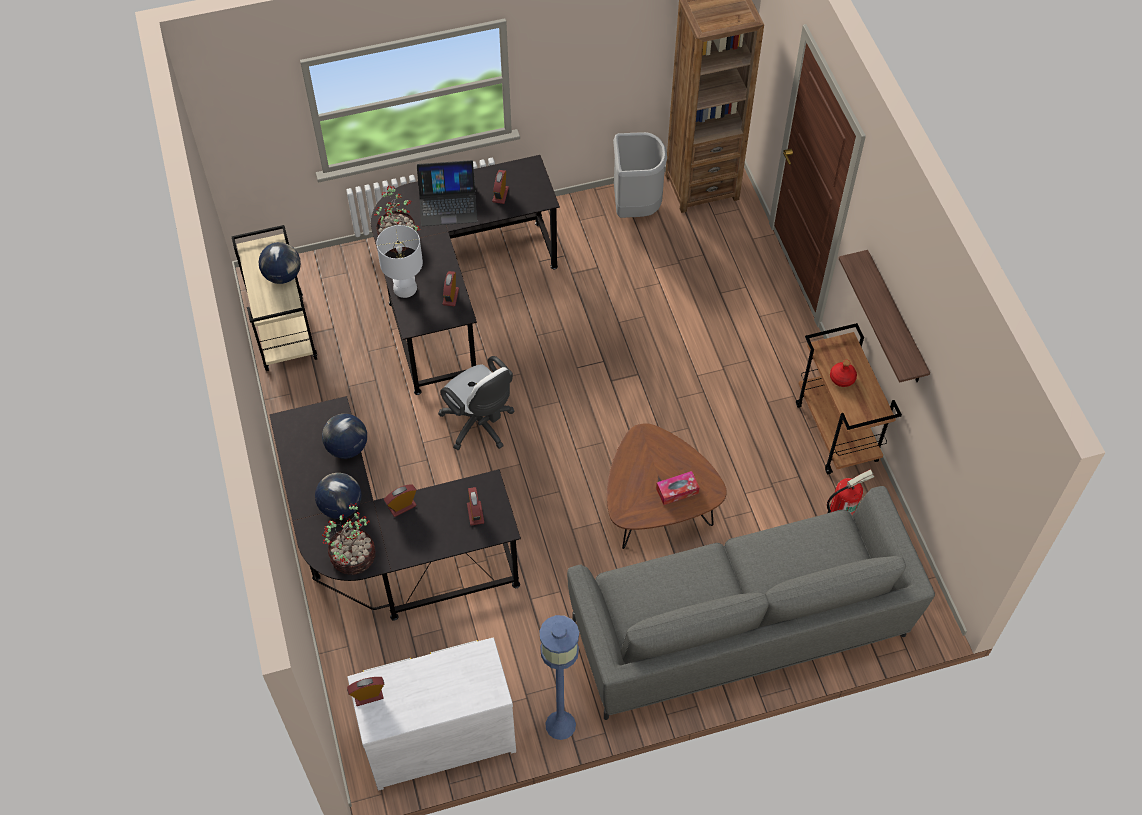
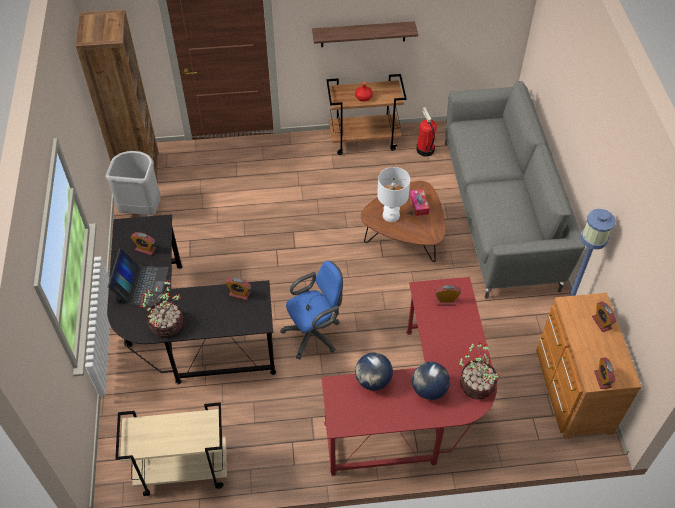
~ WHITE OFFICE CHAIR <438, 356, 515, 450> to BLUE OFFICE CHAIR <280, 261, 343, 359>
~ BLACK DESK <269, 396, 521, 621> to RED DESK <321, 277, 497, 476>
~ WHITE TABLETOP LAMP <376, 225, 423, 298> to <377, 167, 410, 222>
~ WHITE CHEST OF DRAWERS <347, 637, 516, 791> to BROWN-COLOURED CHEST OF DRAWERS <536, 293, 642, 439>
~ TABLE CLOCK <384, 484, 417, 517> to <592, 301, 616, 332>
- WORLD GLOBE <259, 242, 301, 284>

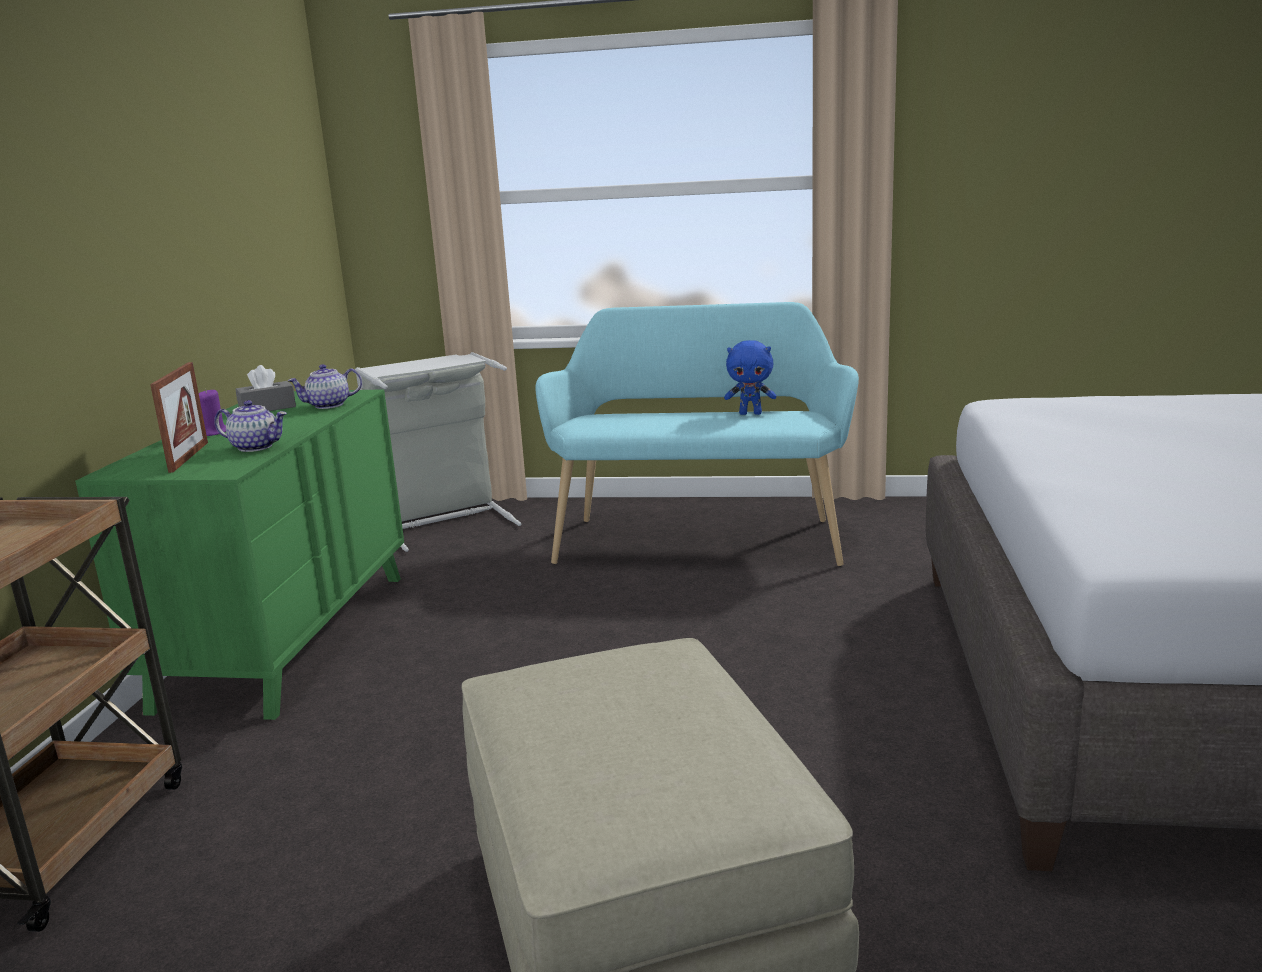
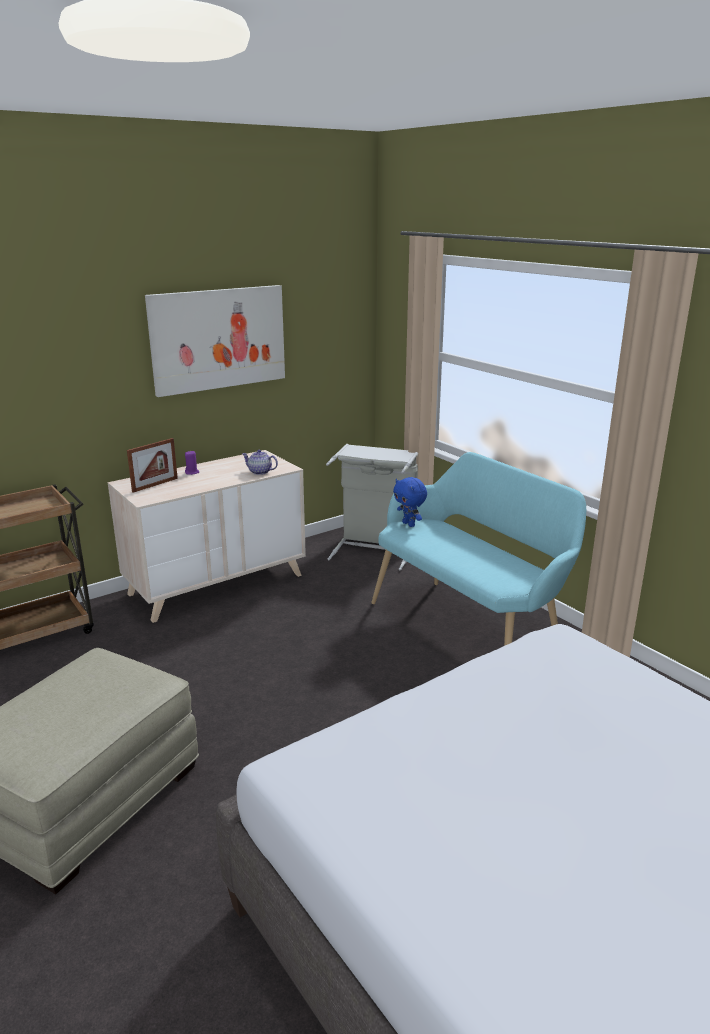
~ GREEN CHEST OF DRAWERS <75, 389, 404, 720> to BEIGE-COLOURED CHEST OF DRAWERS <107, 450, 306, 623>
+ WALL ART <145, 285, 285, 397>
~ BLUE PLUSH TOY <724, 340, 776, 415> to <393, 477, 427, 527>
- TEAPOT <214, 400, 287, 452>
- GRAY TISSUE BOX <236, 365, 296, 411>

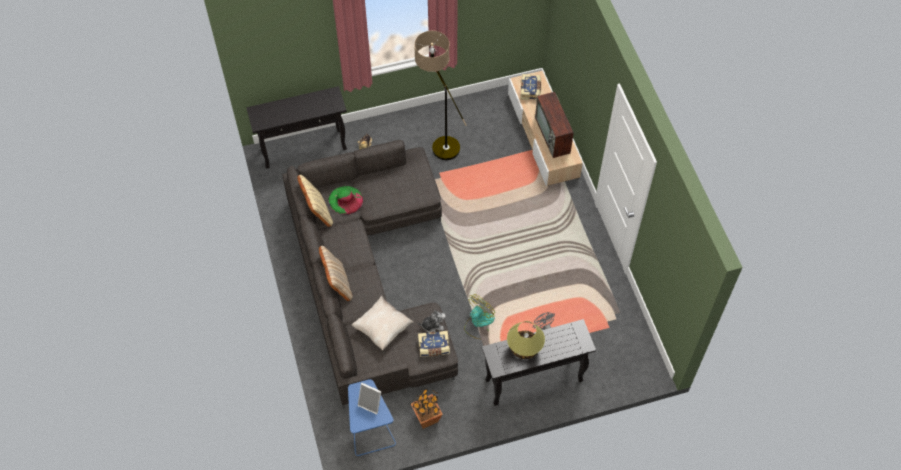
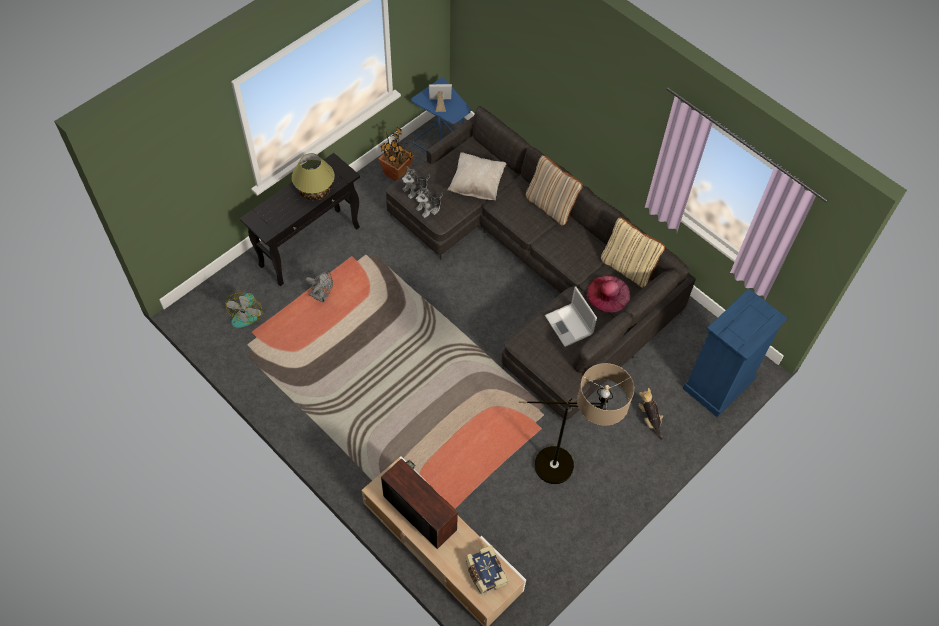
~ FAN <464, 294, 495, 339> to <225, 292, 263, 328>
~ BOOK <418, 331, 450, 357> to PLUSH TOY <402, 166, 430, 199>
+ LAPTOP <545, 286, 597, 347>
~ GREEN CLOTHING HAT <328, 186, 363, 215> to PINK CLOTHING HAT <587, 276, 630, 313>
~ BLACK NARROW TABLE <246, 86, 347, 169> to BLUE CHEST OF DRAWERS <683, 289, 788, 417>

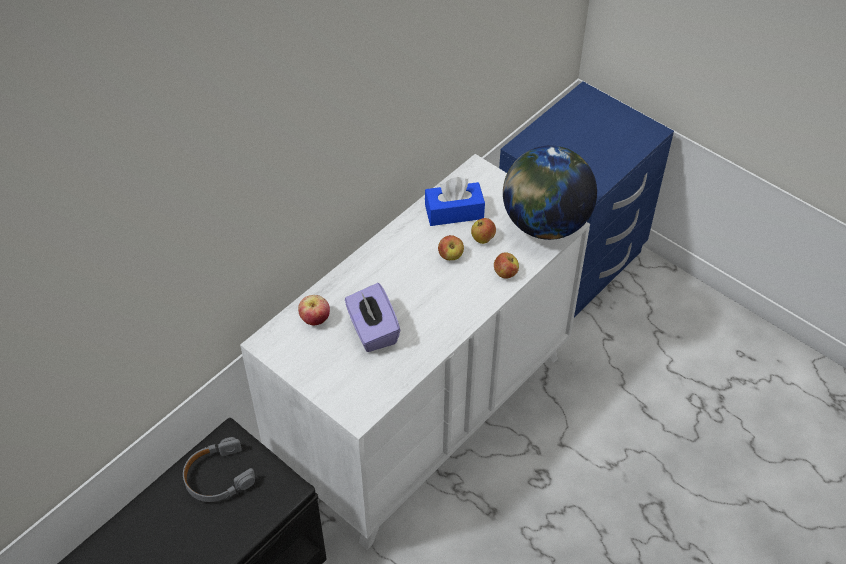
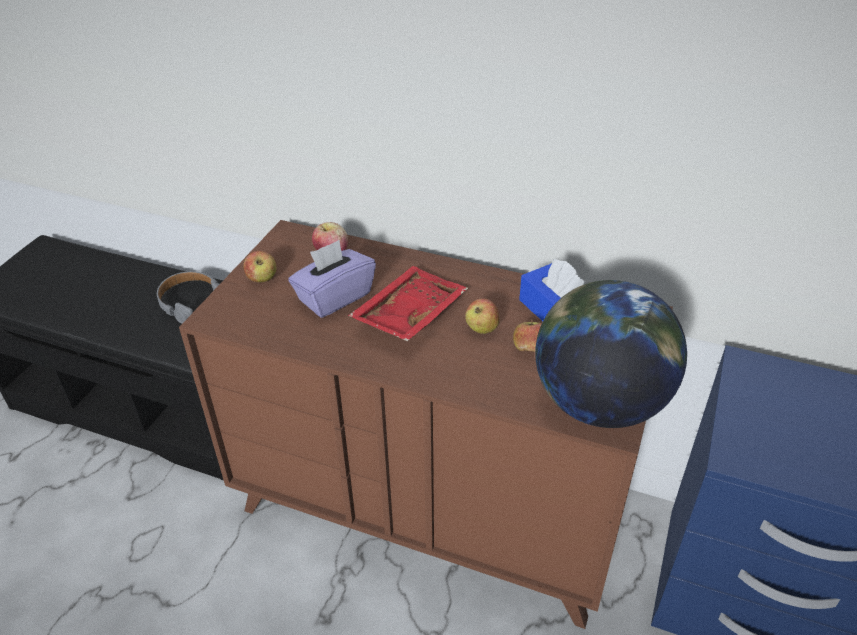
~ WHITE CHEST OF DRAWERS <240, 154, 590, 550> to BROWN-COLOURED CHEST OF DRAWERS <179, 220, 673, 629>
~ APPLE <494, 252, 519, 279> to <244, 251, 276, 282>
+ RED CARRYING TRAY <348, 266, 468, 341>

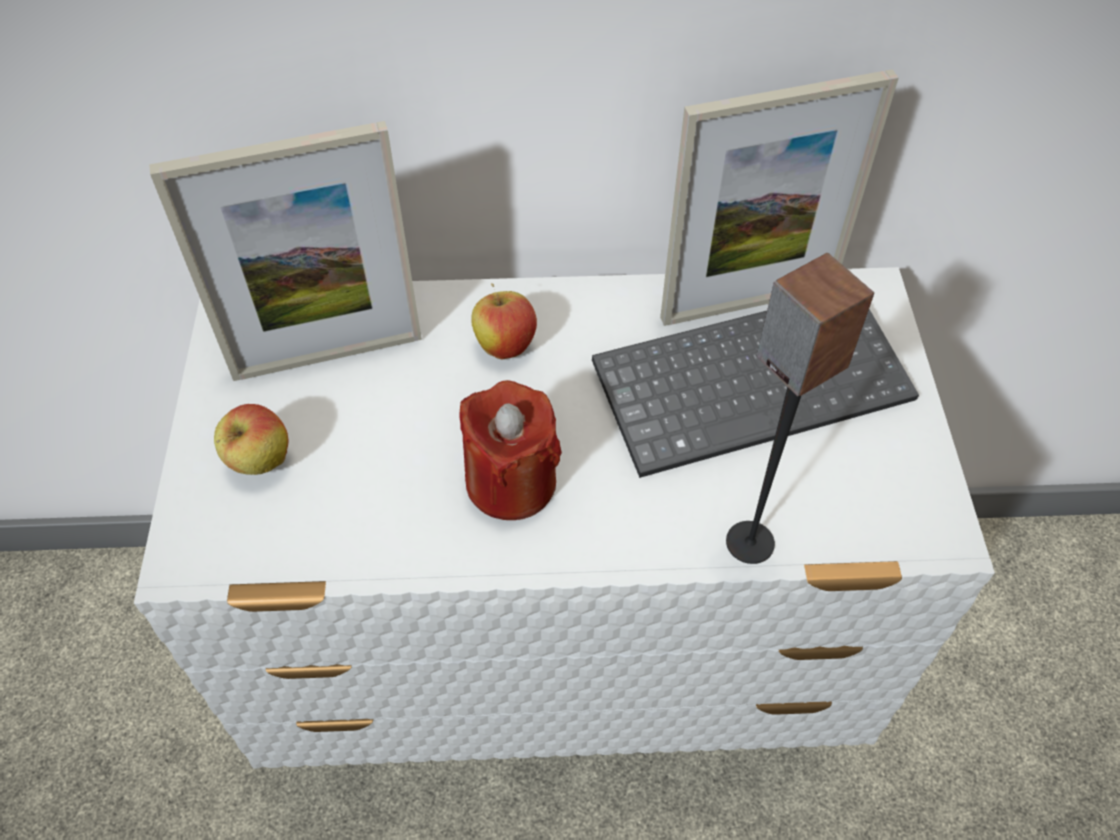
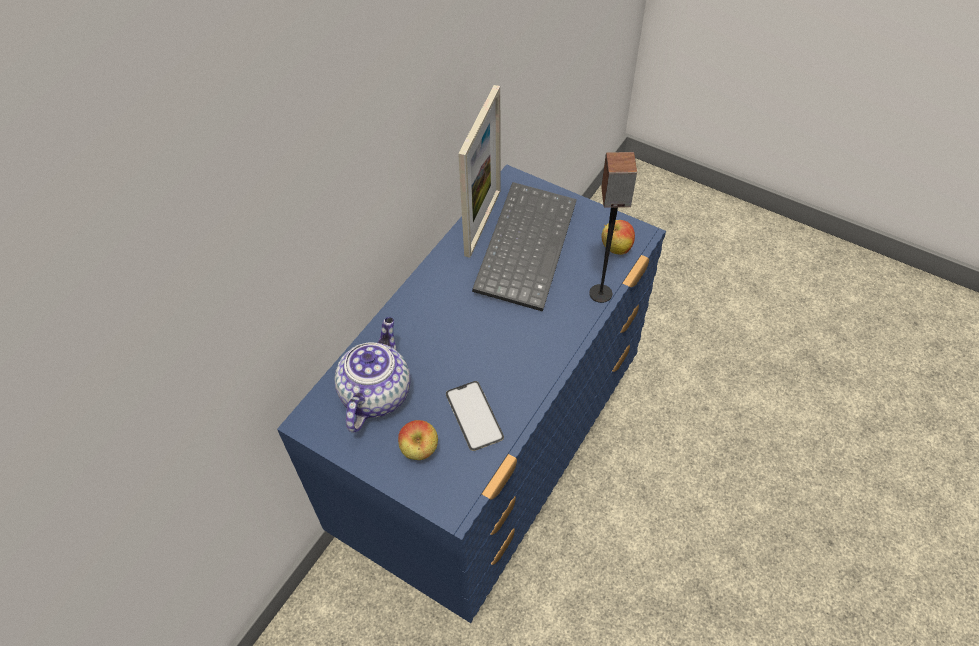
~ WHITE CHEST OF DRAWERS <134, 267, 995, 769> to BLUE CHEST OF DRAWERS <277, 164, 666, 623>
~ STANDING FRAME <149, 121, 422, 381> to TEAPOT <334, 317, 411, 432>
+ TELEPHONE <446, 381, 504, 451>
~ APPLE <471, 283, 537, 360> to <602, 220, 635, 255>
- RED WAX CANDLE <460, 380, 562, 520>

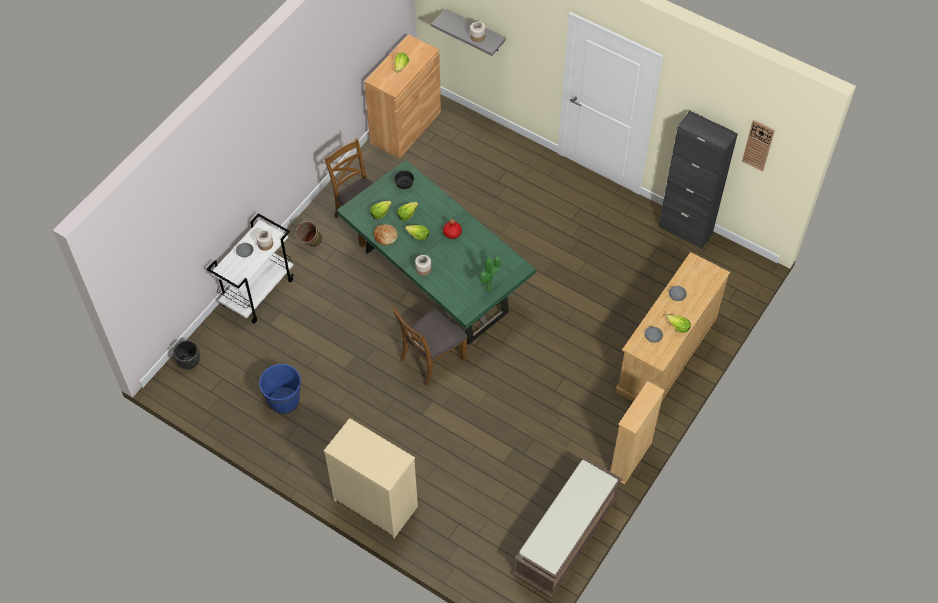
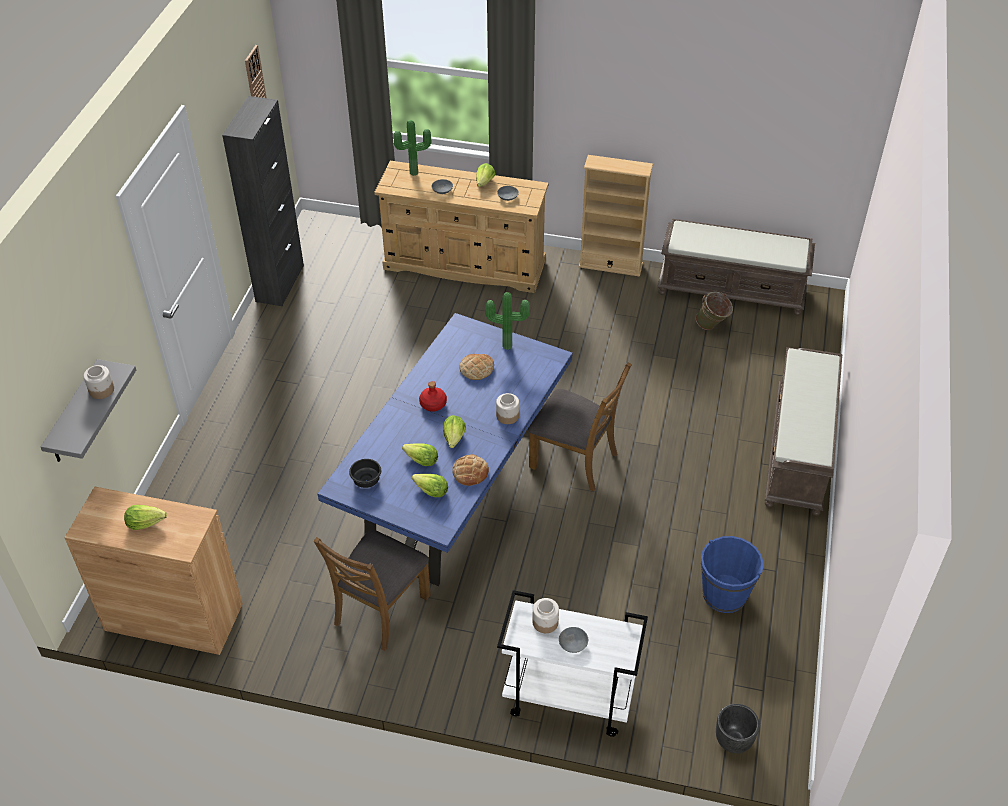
~ GREEN KITCHEN TABLE <337, 160, 536, 345> to BLUE KITCHEN TABLE <317, 313, 573, 586>
+ PLANT IN A POT <393, 120, 431, 176>
+ BREAD <460, 354, 494, 380>
~ GREEN WATER BUCKET <295, 221, 323, 247> to <696, 292, 733, 330>
~ BEIGE-COLOURED CHEST OF DRAWERS <324, 418, 418, 538> to BROWN-COLOURED INDOOR BENCH <765, 347, 842, 516>

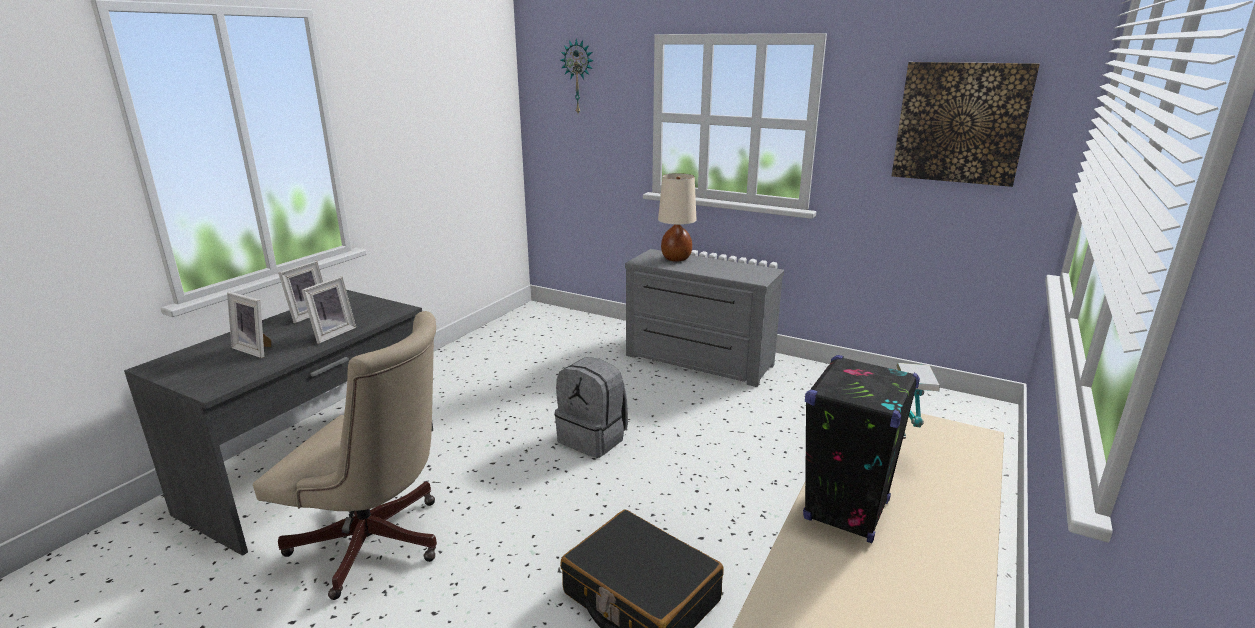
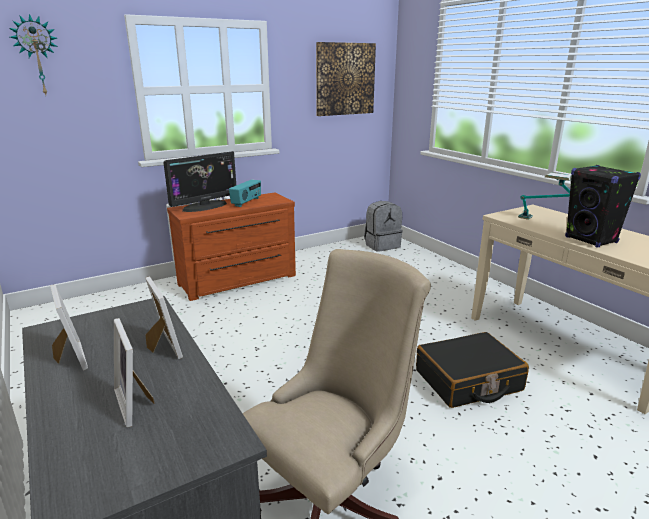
~ STANDING FRAME <227, 292, 271, 358> = <114, 318, 155, 427> 90 degrees clockwise
~ BEIGE-COLOURED TABLETOP LAMP <658, 173, 697, 262> to MONITOR <163, 151, 236, 212>
~ GRAY CHEST OF DRAWERS <625, 249, 784, 387> to BROWN-COLOURED CHEST OF DRAWERS <167, 192, 296, 301>
+ RADIO <229, 179, 261, 207>
~ GRAY BACKPACK <555, 357, 628, 458> to <364, 201, 402, 252>

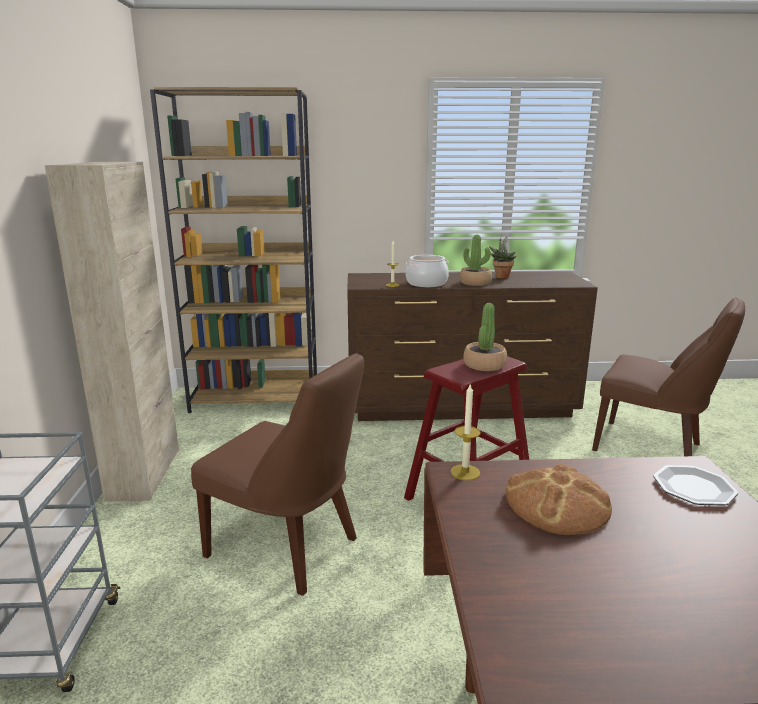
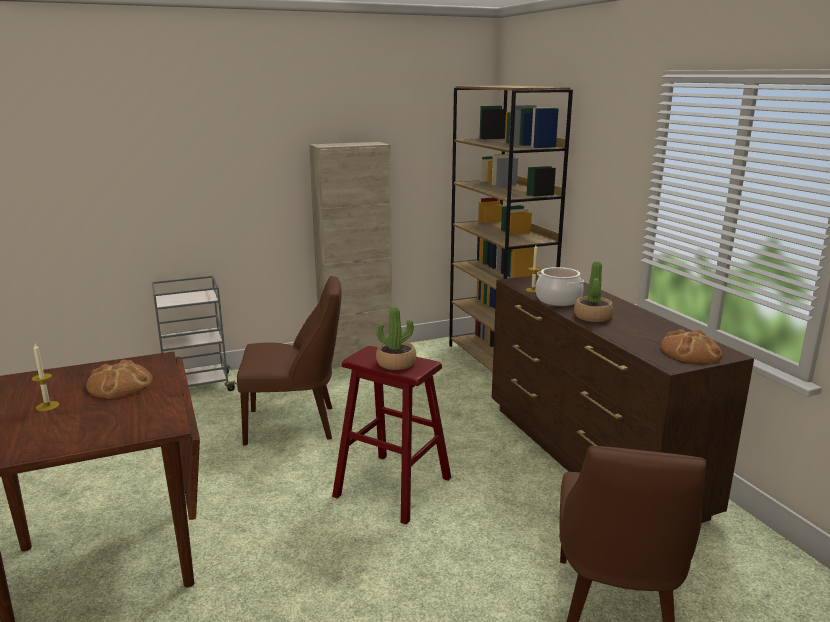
~ WAX CANDLE <450, 385, 481, 480> to <32, 344, 59, 411>
~ BROWN-COLOURED UPRIGHT CHAIR <191, 353, 364, 596> = <237, 276, 341, 445> 105 degrees counterclockwise
+ BREAD <661, 329, 723, 363>
- PLANT IN A POT <489, 236, 516, 279>
- PLATE <653, 465, 738, 506>

